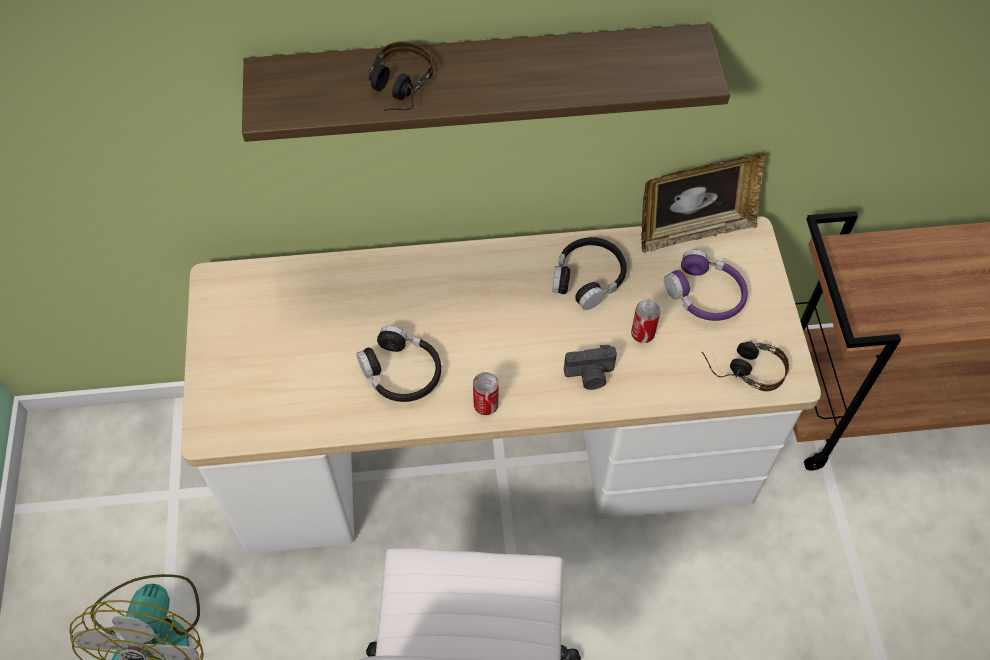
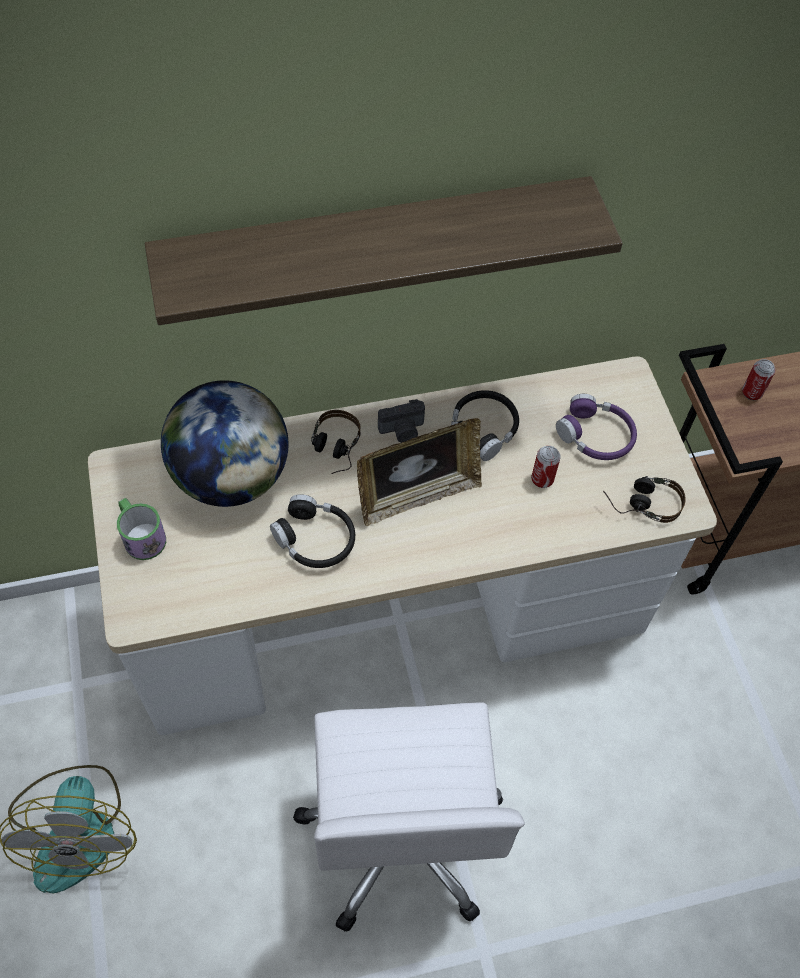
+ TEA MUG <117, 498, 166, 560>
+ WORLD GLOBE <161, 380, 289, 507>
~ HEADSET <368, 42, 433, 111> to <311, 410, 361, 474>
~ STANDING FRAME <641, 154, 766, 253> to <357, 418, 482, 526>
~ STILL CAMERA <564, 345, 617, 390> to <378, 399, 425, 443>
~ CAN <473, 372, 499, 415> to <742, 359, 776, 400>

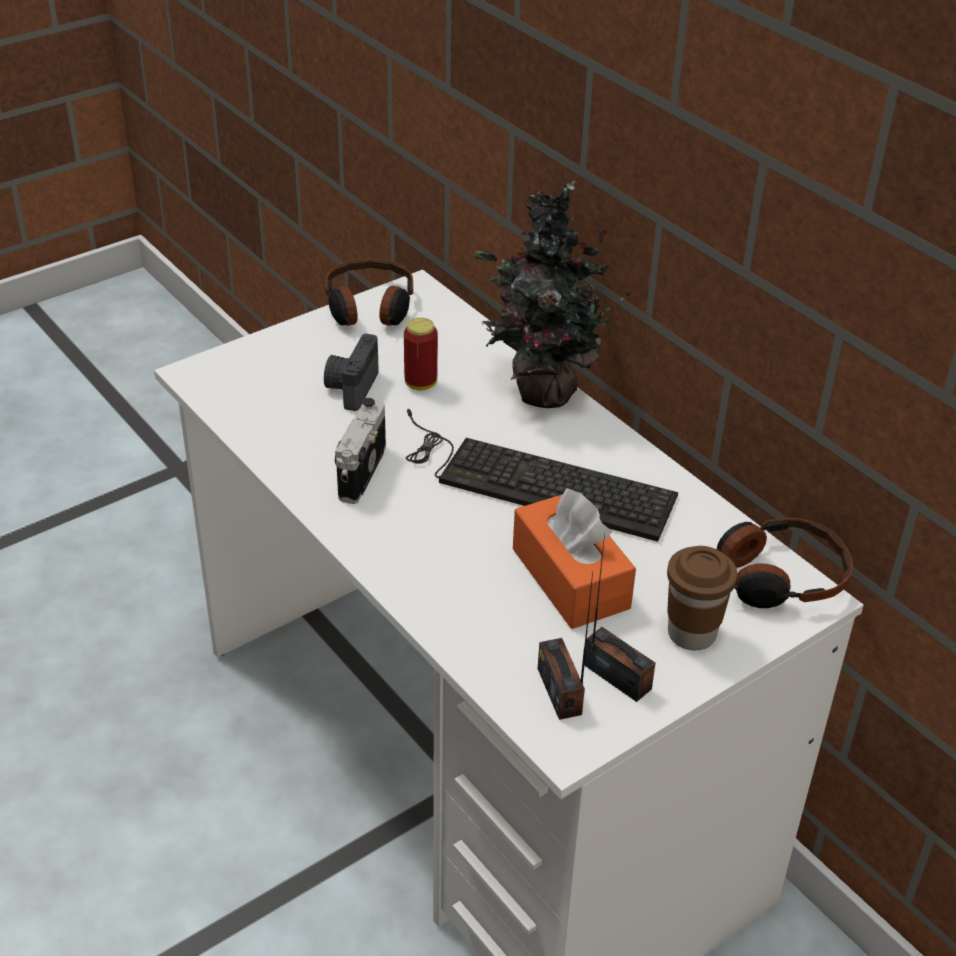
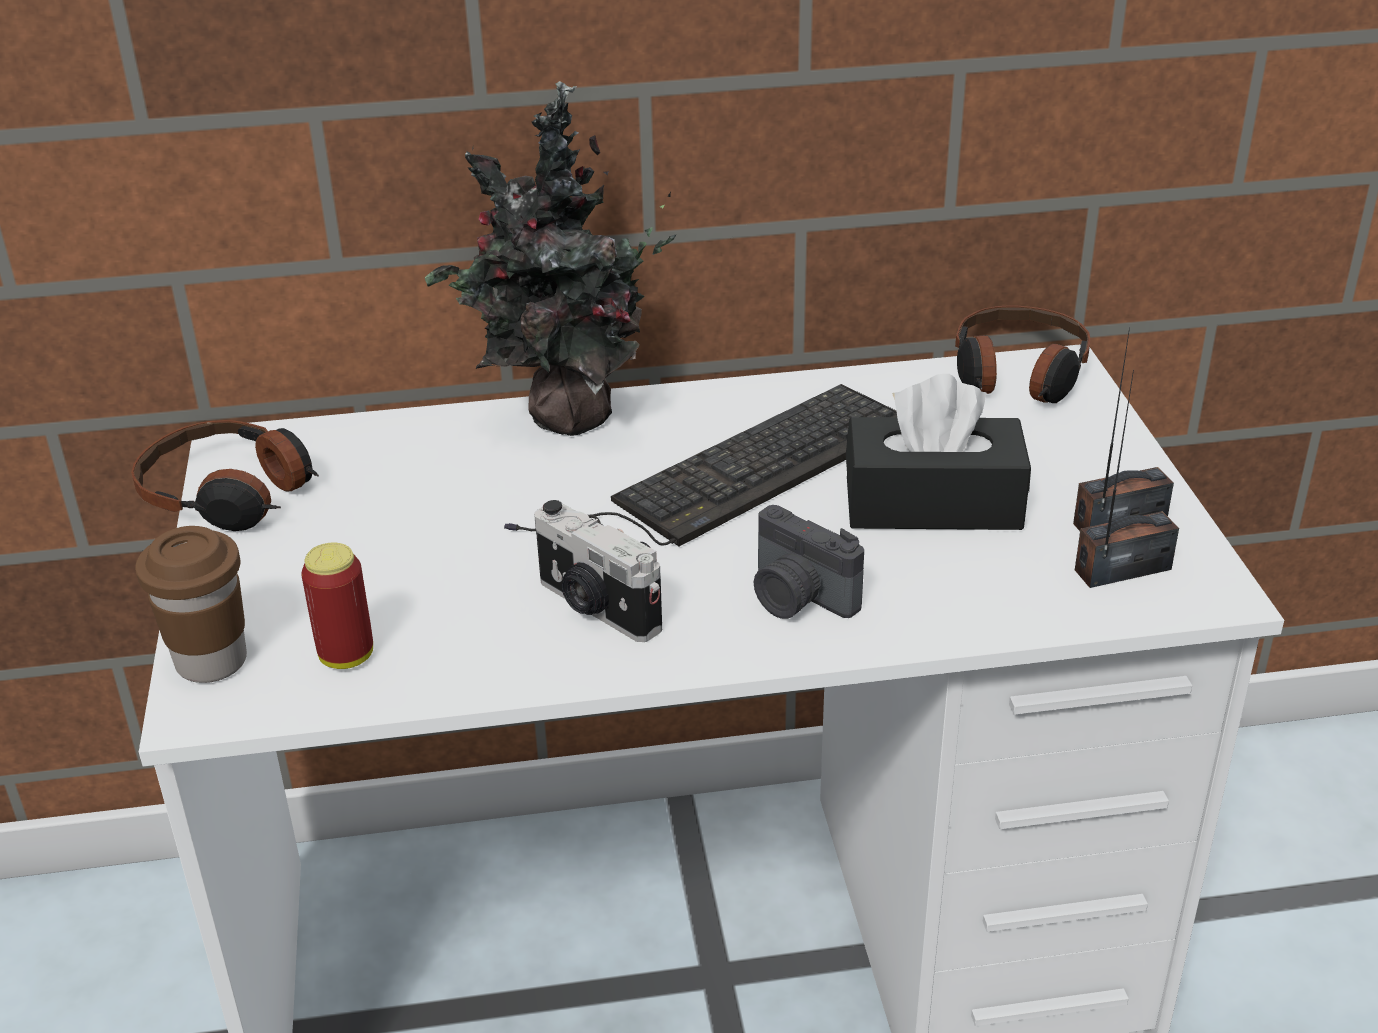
~ BROWN-COLOURED SMALL CUP <667, 546, 737, 650> to <135, 526, 247, 683>
~ CAN <404, 318, 438, 390> to <301, 543, 373, 669>
~ STILL CAMERA <324, 334, 379, 411> to <754, 505, 864, 619>
~ ORANGE TISSUE BOX <513, 488, 636, 629> to BLACK TISSUE BOX <846, 374, 1031, 530>
~ RADIO <538, 571, 593, 720> = <1075, 370, 1179, 588> 150 degrees clockwise

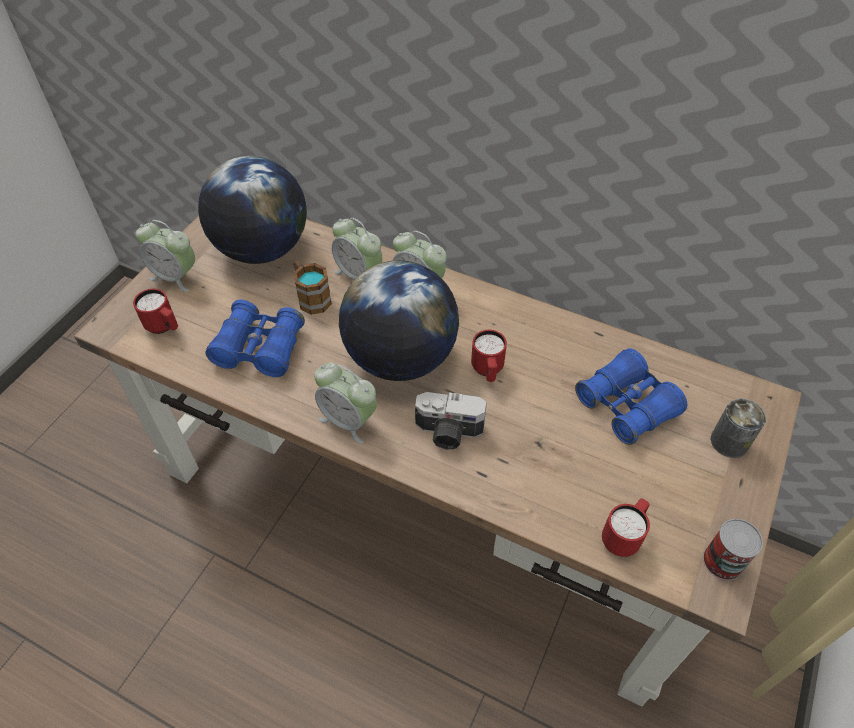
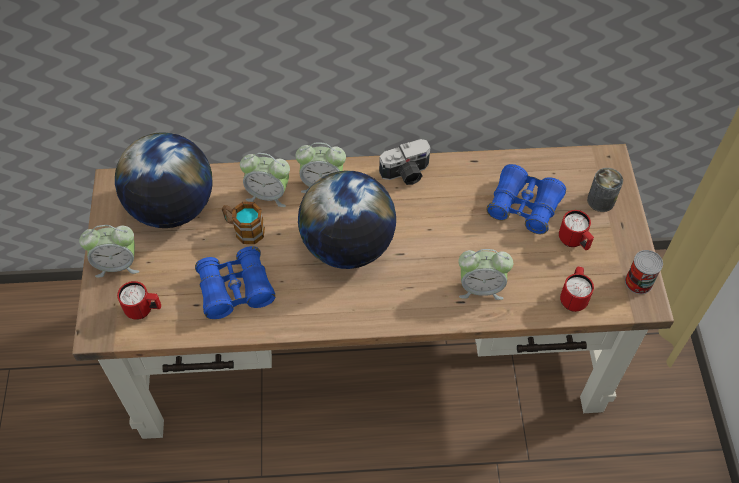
~ STILL CAMERA <415, 392, 487, 450> to <379, 139, 431, 185>
~ TABLE CLOCK <314, 363, 377, 444> to <458, 249, 513, 300>
~ RED TEA MUG <471, 330, 507, 382> to <559, 210, 594, 250>

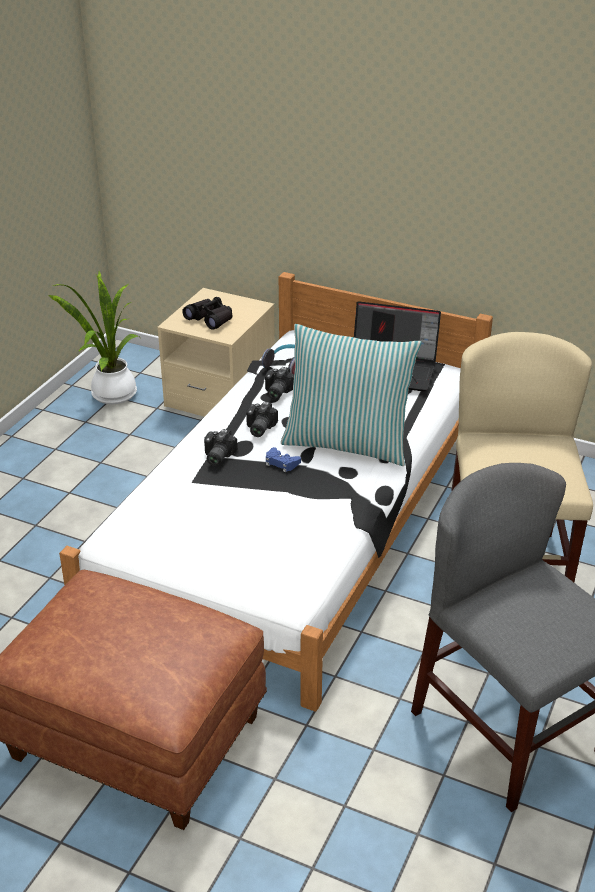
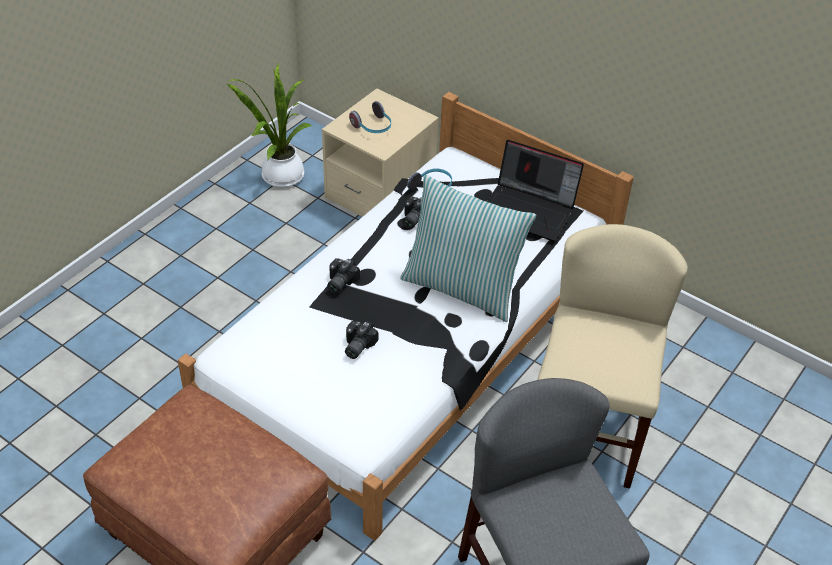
~ STILL CAMERA <246, 401, 278, 437> to <345, 321, 378, 359>
~ BLACK PAIR OF BINOCULARS <182, 297, 232, 330> to HEADSET <349, 101, 391, 133>
- BLUE GAMEPAD <266, 447, 301, 472>

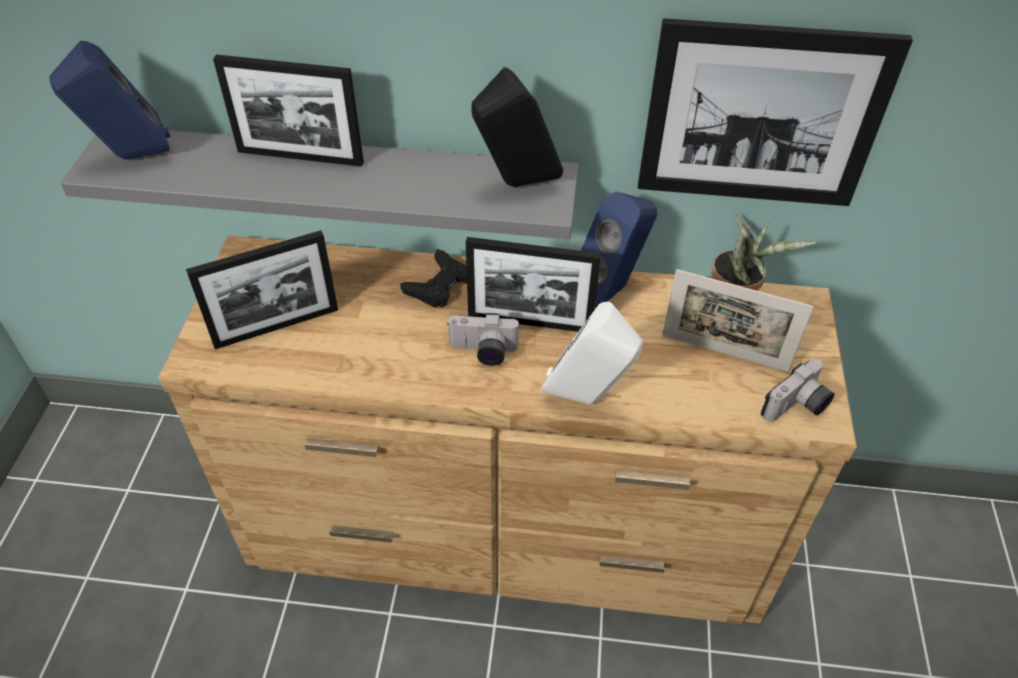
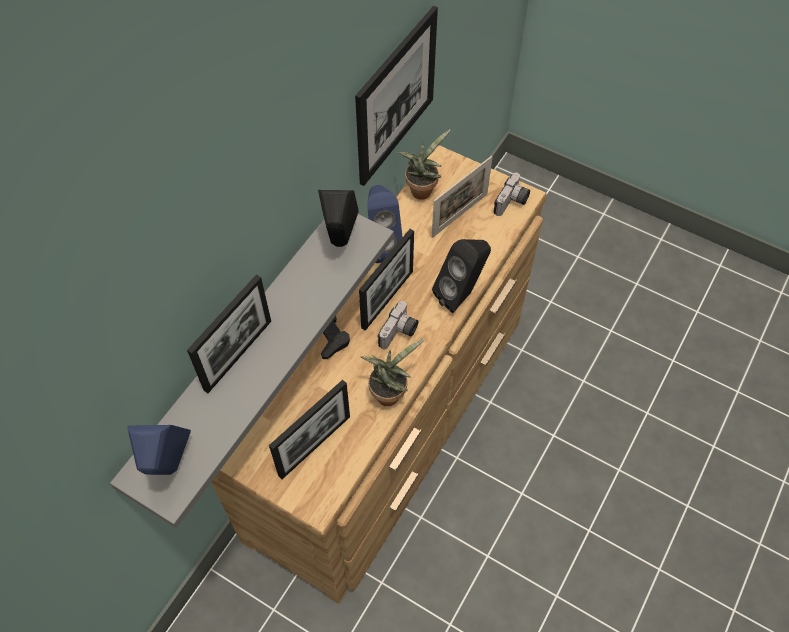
~ STANDING FRAME <186, 230, 338, 349> = <269, 380, 350, 479> 45 degrees clockwise
+ PLANT IN A POT <361, 338, 425, 406>
~ WHITE AUDIO SPEAKER <541, 302, 643, 405> to BLACK AUDIO SPEAKER <432, 239, 491, 313>
~ STILL CAMERA <761, 359, 834, 422> = <494, 173, 530, 216> 45 degrees clockwise

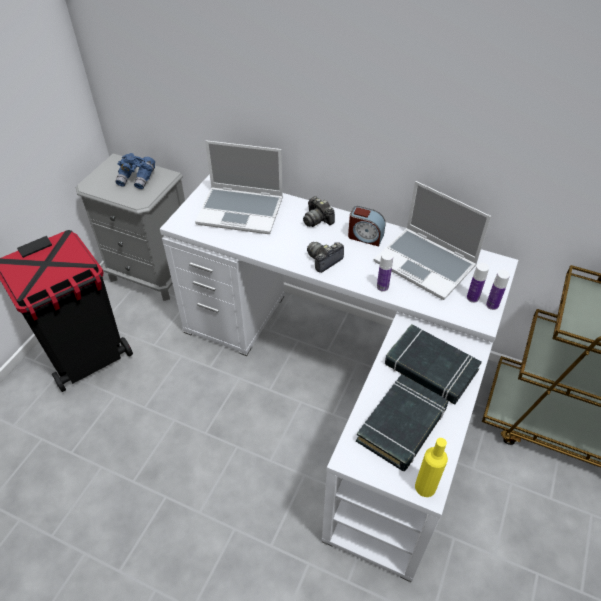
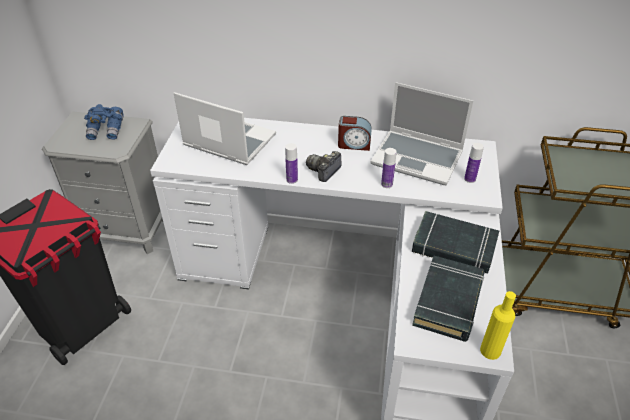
~ LAPTOP <195, 140, 283, 234> = <174, 92, 276, 165> 150 degrees counterclockwise
~ DRINK BOTTLE <486, 270, 510, 310> to <285, 143, 298, 184>
- STILL CAMERA <303, 196, 335, 227>

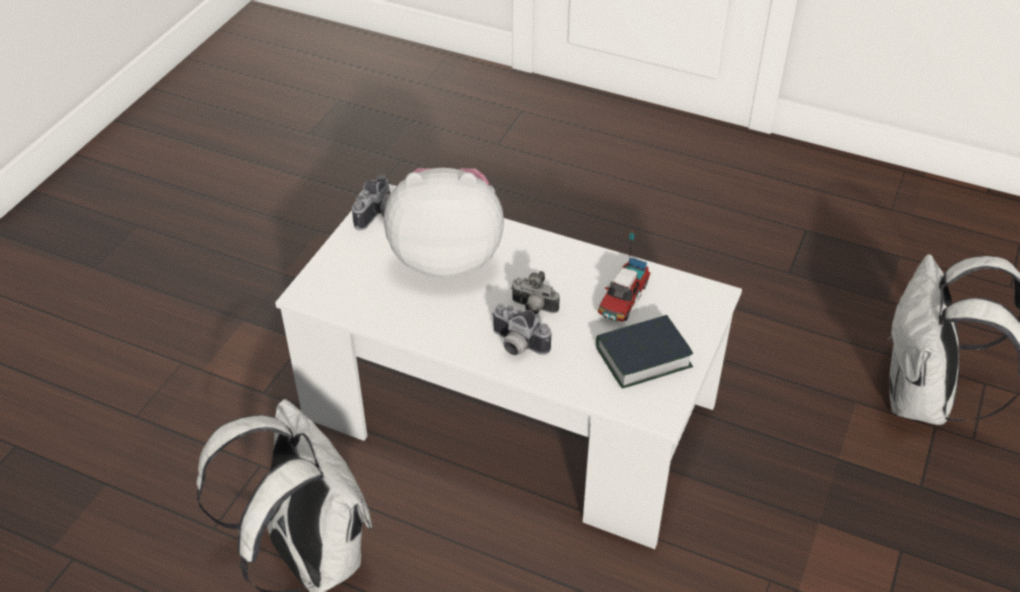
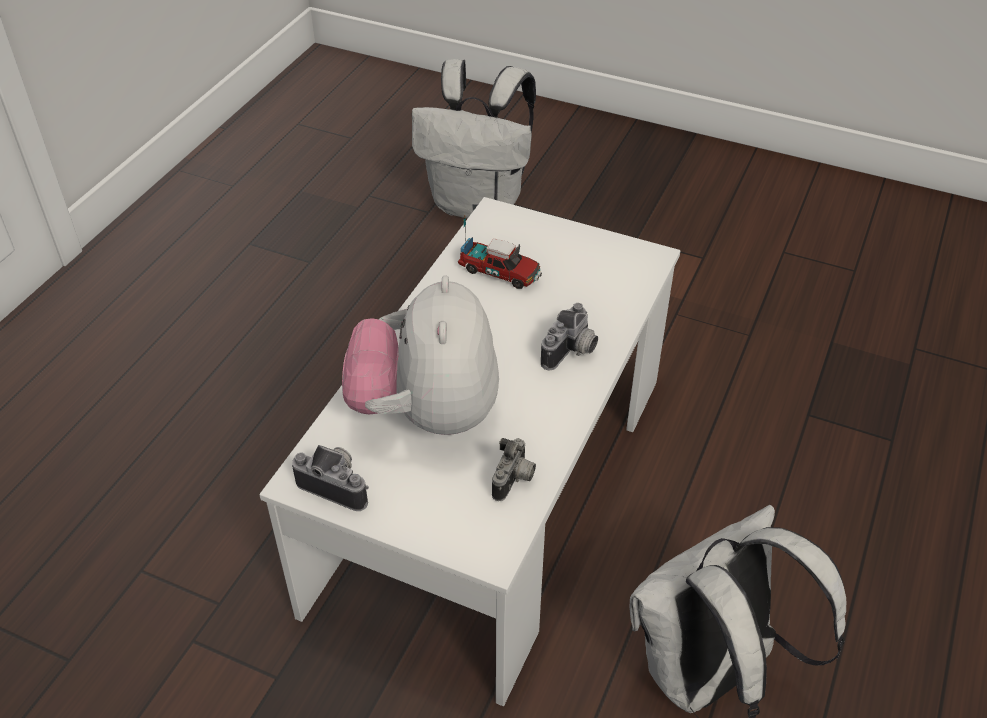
~ STILL CAMERA <511, 271, 560, 315> to <492, 438, 536, 501>
- BOOK <596, 315, 693, 388>

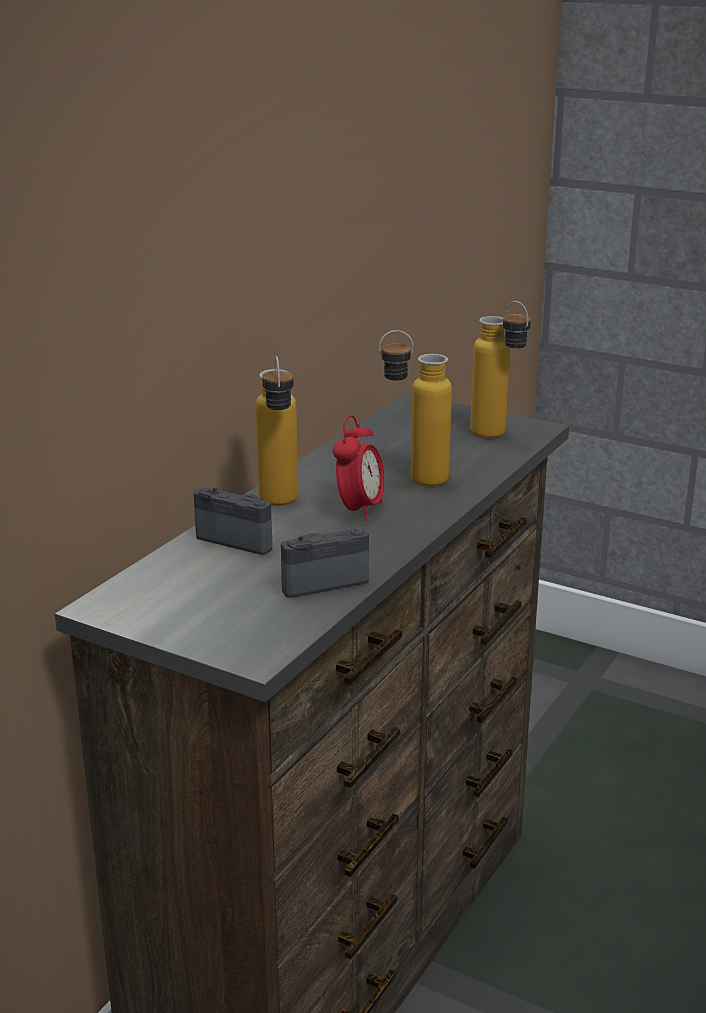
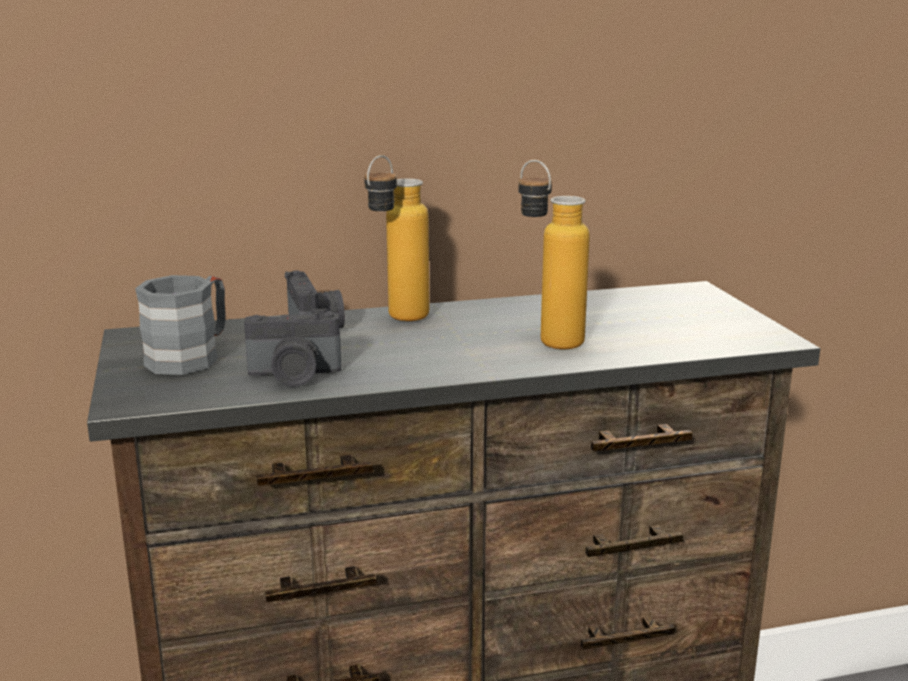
+ GRAY TEA MUG <135, 275, 226, 375>
~ STILL CAMERA <281, 528, 369, 598> = <244, 309, 341, 387> 150 degrees clockwise
- TABLE CLOCK <333, 415, 384, 521>
- DRINK BOTTLE <470, 301, 531, 438>

